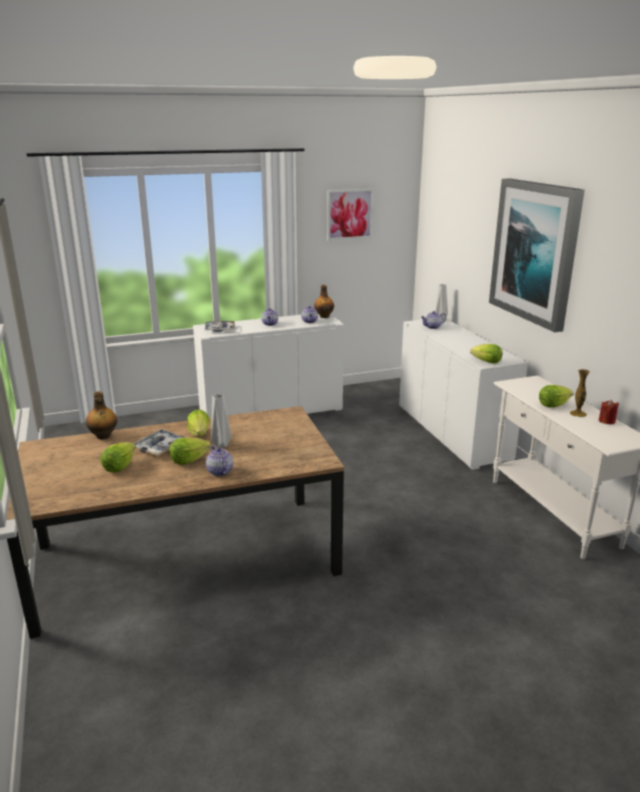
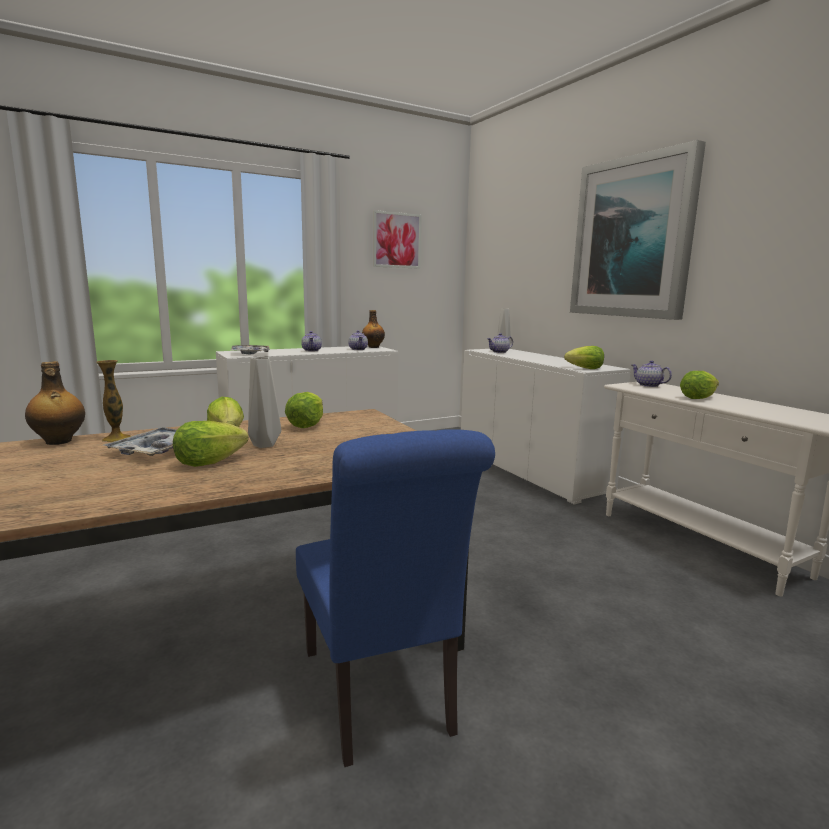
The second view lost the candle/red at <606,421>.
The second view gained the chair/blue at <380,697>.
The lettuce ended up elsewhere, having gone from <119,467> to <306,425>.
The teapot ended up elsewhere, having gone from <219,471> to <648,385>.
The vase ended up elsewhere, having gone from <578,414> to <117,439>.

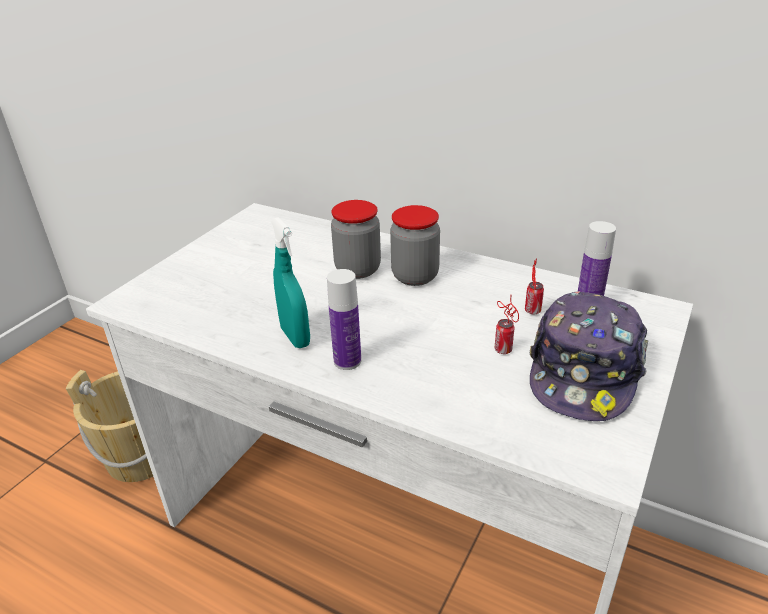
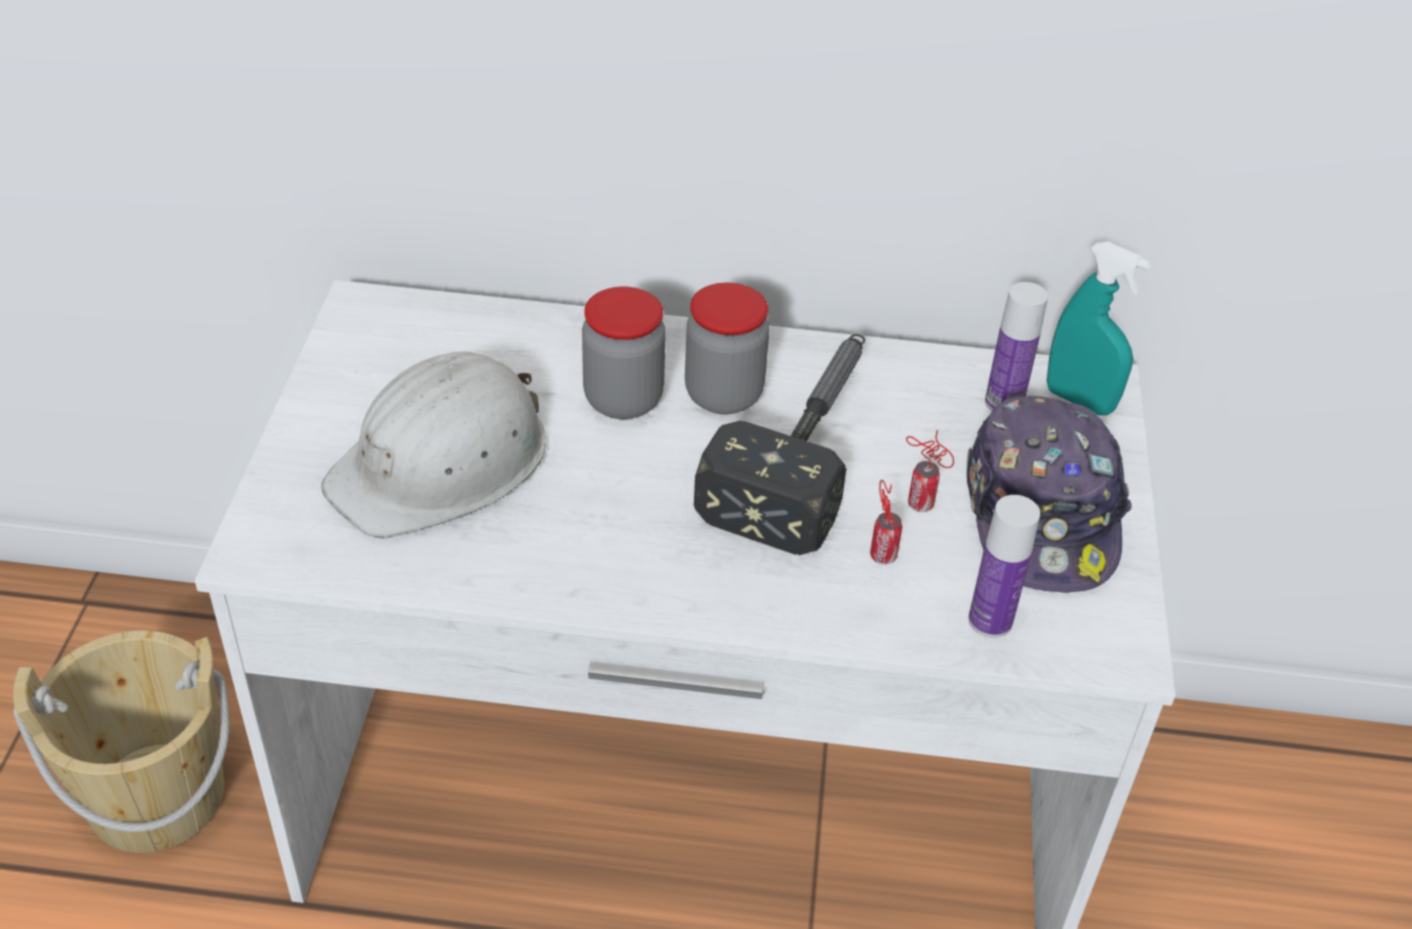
The second view gained the hard hat/white at <443,462>.
The second view gained the hammer at <806,447>.
The spray bottle/turquoise ended up elsewhere, having gone from <295,337> to <1079,400>.
The bottle ended up elsewhere, having gone from <347,361> to <990,621>.
The can ended up elsewhere, having gone from <532,312> to <884,559>.

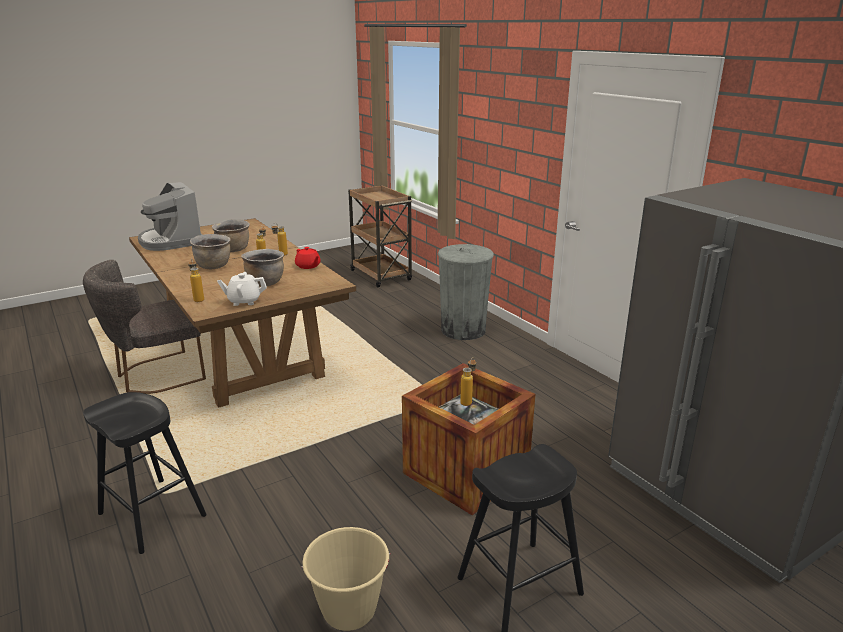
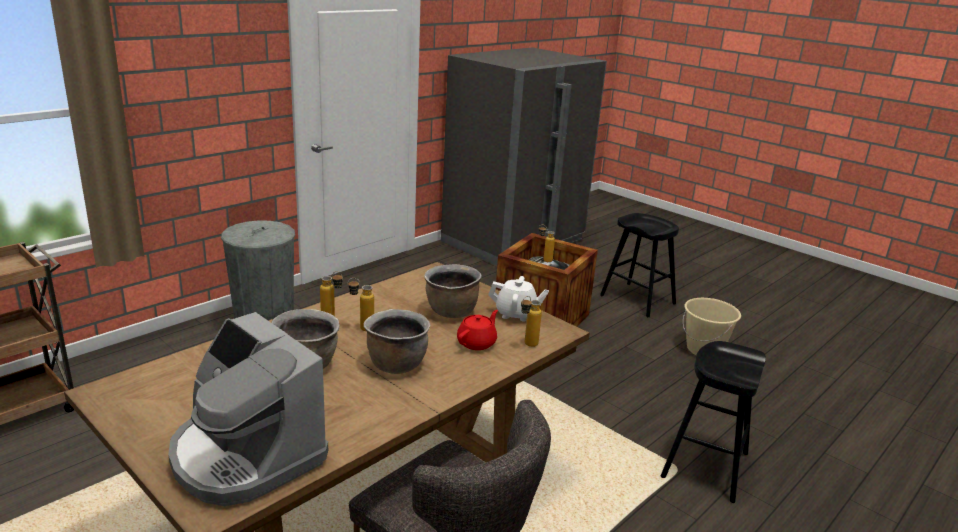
The teapot/red ended up elsewhere, having gone from <308,266> to <477,343>.
The coffee machine at <171,241> ended up facing another way, 90 degrees clockwise from before.
The teapot/white at <244,301> ended up facing another way, 60 degrees counterclockwise from before.

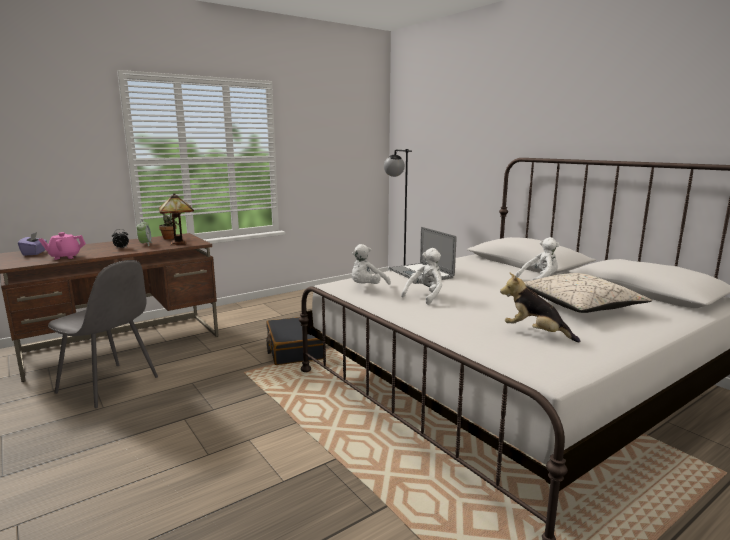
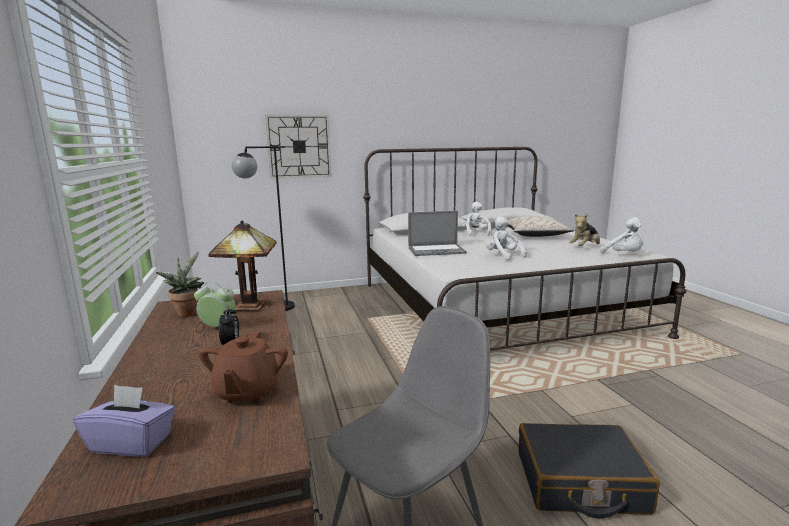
The second view gained the wall clock at <299,146>.
The suitcase/black ended up elsewhere, having gone from <294,350> to <580,483>.
The plush toy/white ended up elsewhere, having gone from <367,287> to <624,255>.
What was the teapot/pink at <65,257> turned into the teapot/brown at <247,392>.

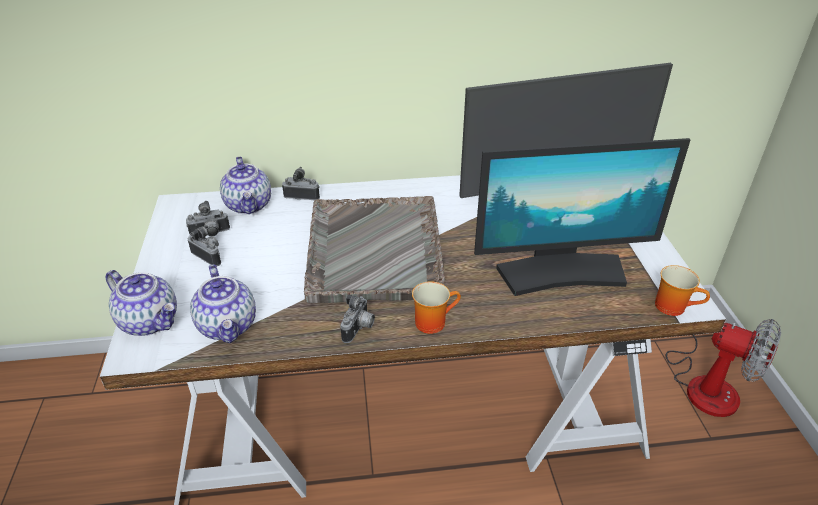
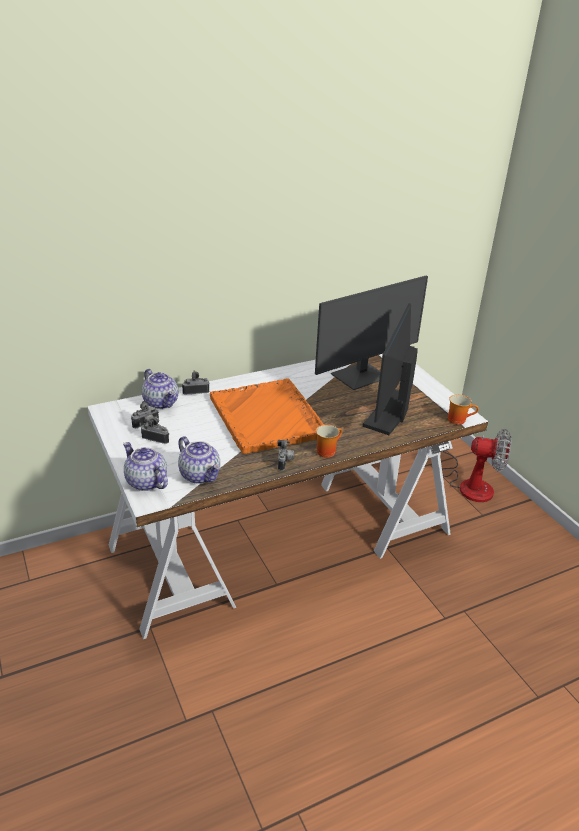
What was the tray/grey at <374,251> turned into the tray/orange at <267,417>.
The teapot at <150,321> ended up facing another way, 150 degrees counterclockwise from before.
The monitor at <561,272> ended up facing another way, 135 degrees clockwise from before.

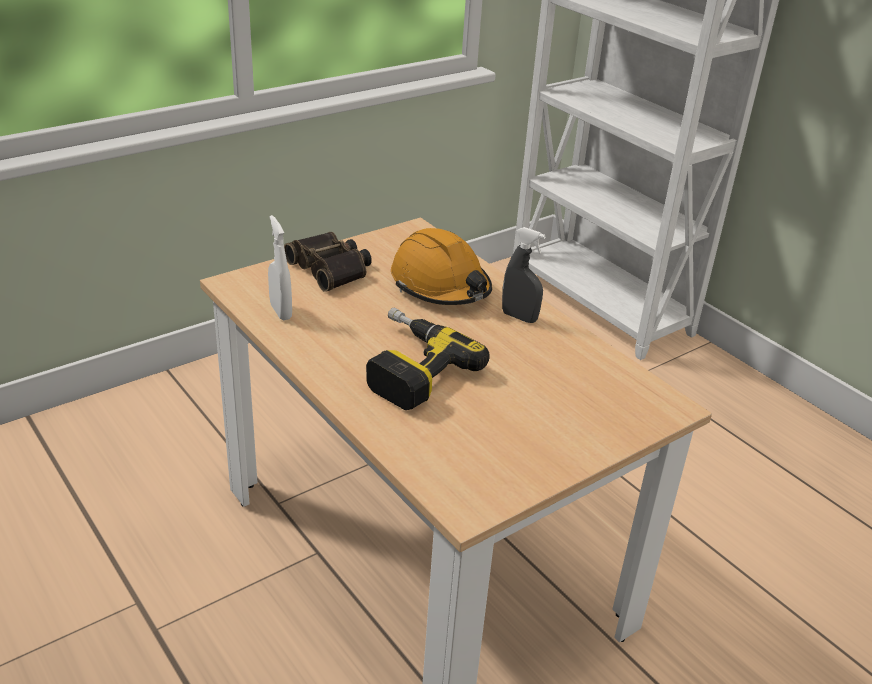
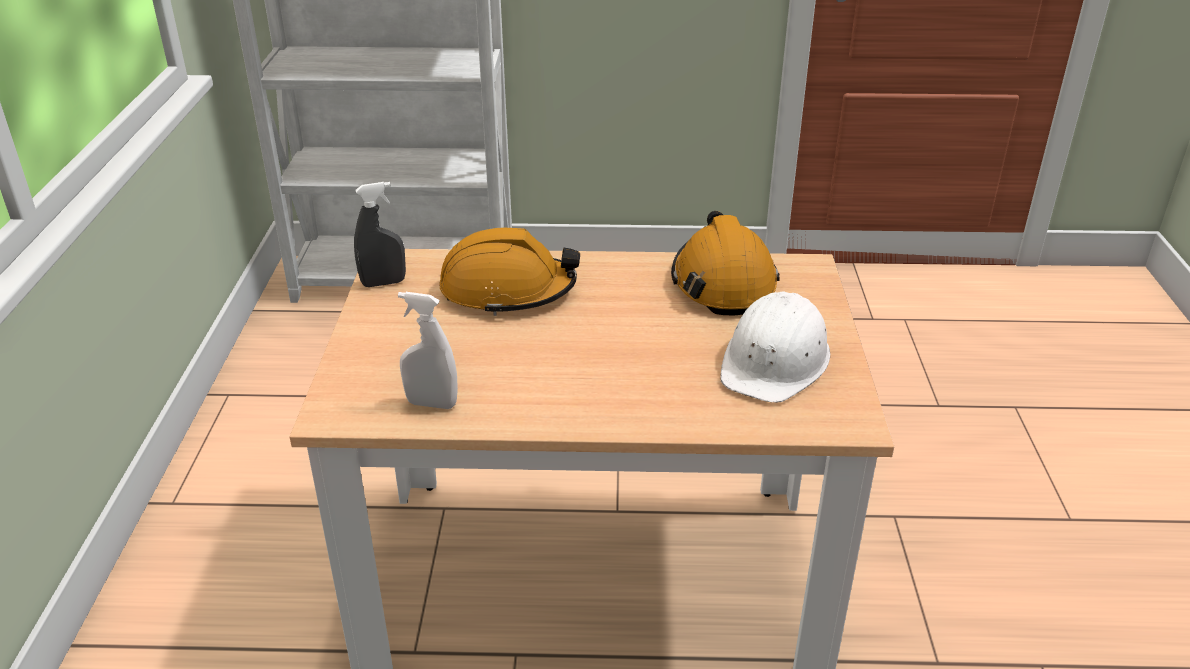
The second view lost the binoculars at <331,269>.
The second view lost the power drill at <408,367>.
The second view gained the hard hat/orange at <723,282>.
The second view gained the hard hat/white at <775,360>.
The spray bottle/grey ended up elsewhere, having gone from <519,317> to <383,283>.

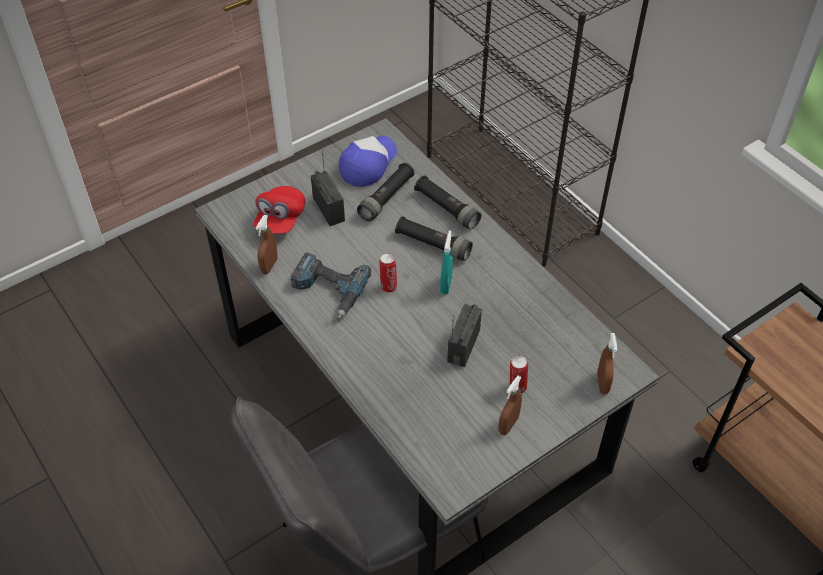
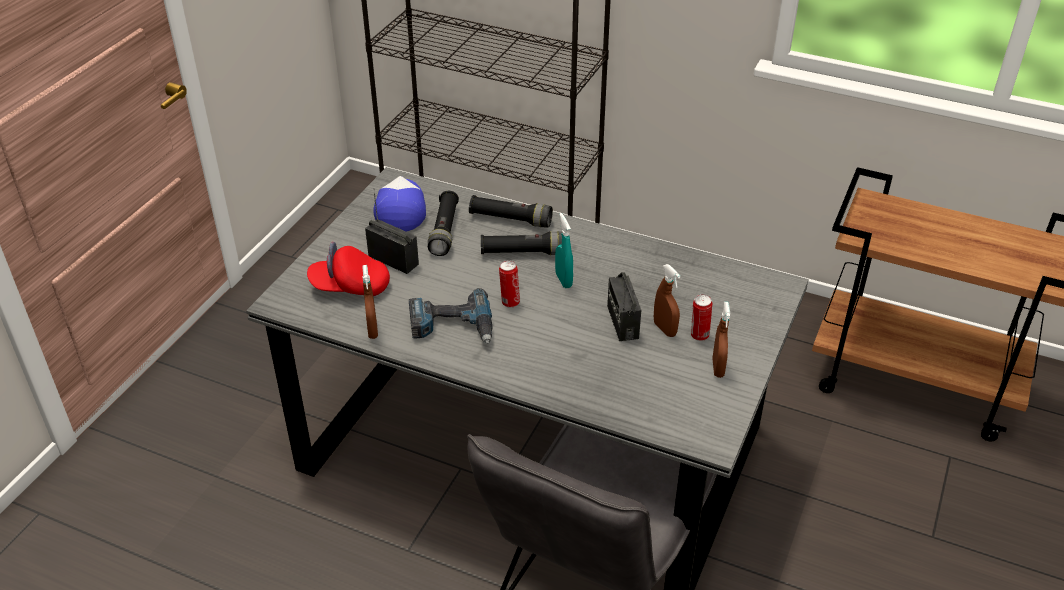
The spray bottle/brown ended up elsewhere, having gone from <602,383> to <664,329>.
The cap/red at <280,220> ended up facing another way, 105 degrees clockwise from before.

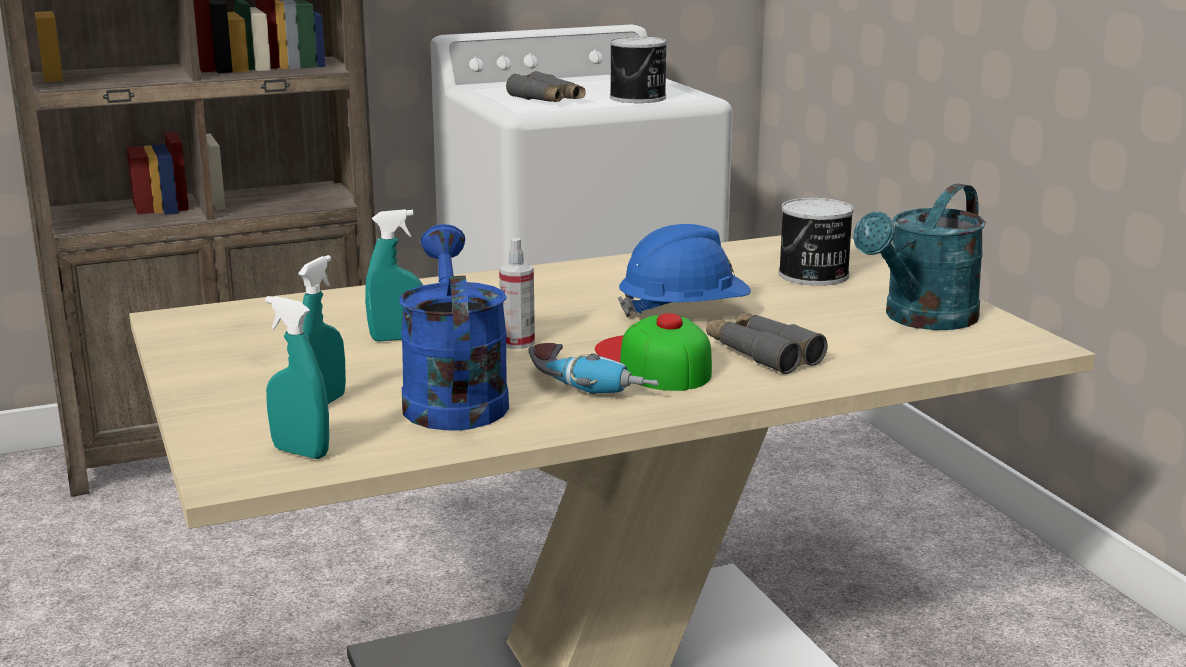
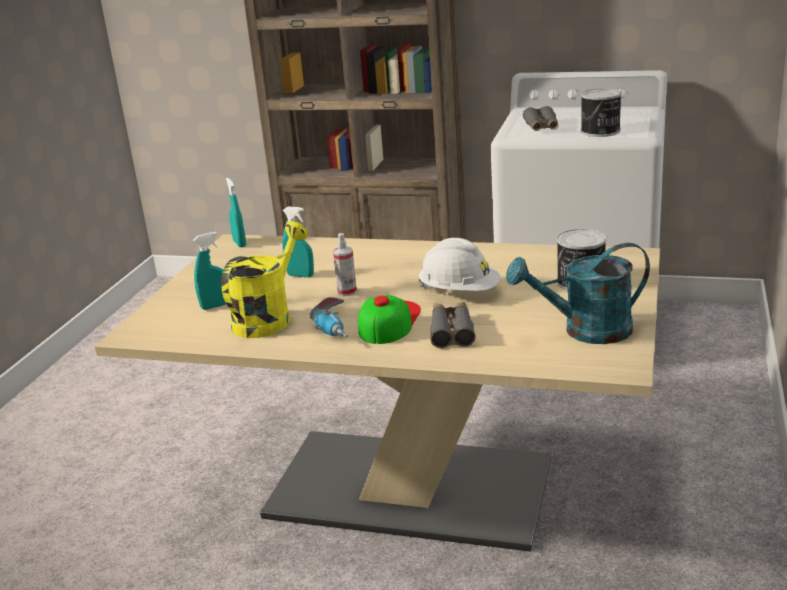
The spray bottle/turquoise ended up elsewhere, having gone from <300,452> to <239,243>.
What was the watering can/blue at <452,398> turned into the watering can/yellow at <268,318>.
What was the hard hat/blue at <684,312> turned into the hard hat/white at <459,292>.

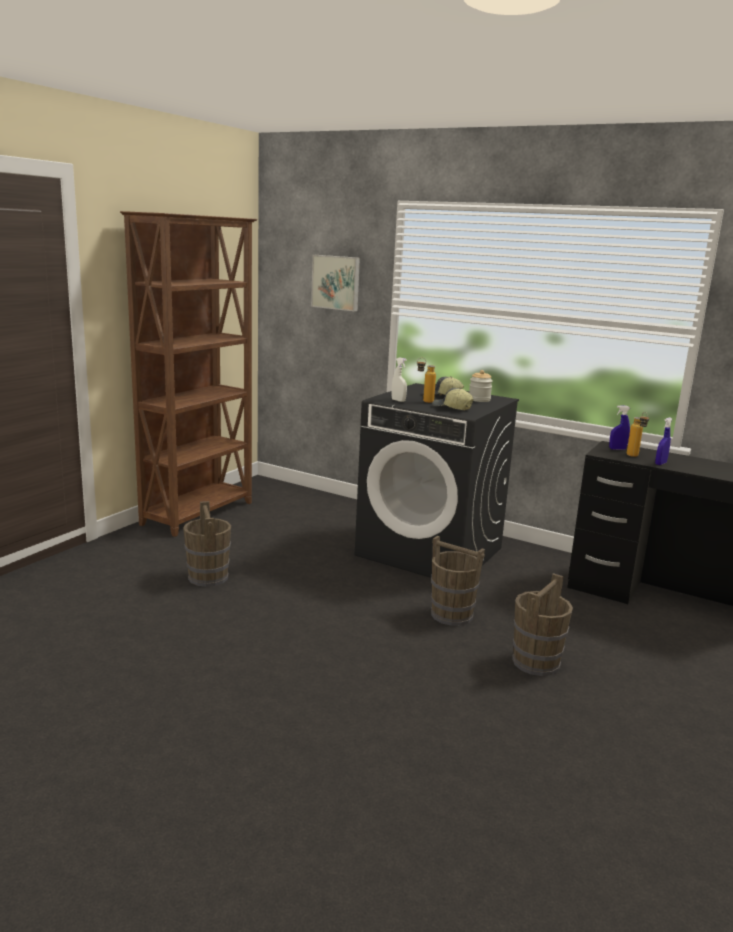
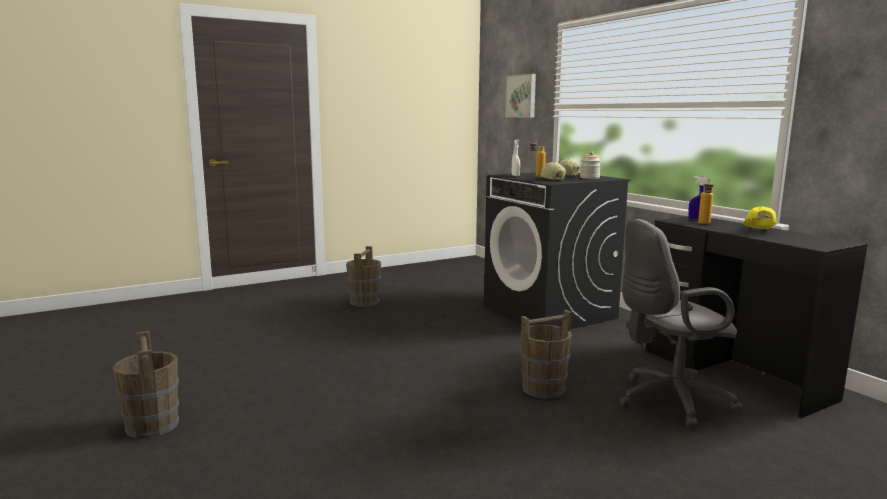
The second view lost the bookcase/brown at <199,513>.
The second view lost the spray bottle/blue at <660,463>.
The second view gained the office chair/grey at <668,401>.
The second view gained the cap/yellow at <758,231>.
The bucket/brown ended up elsewhere, having gone from <452,615> to <152,426>.

